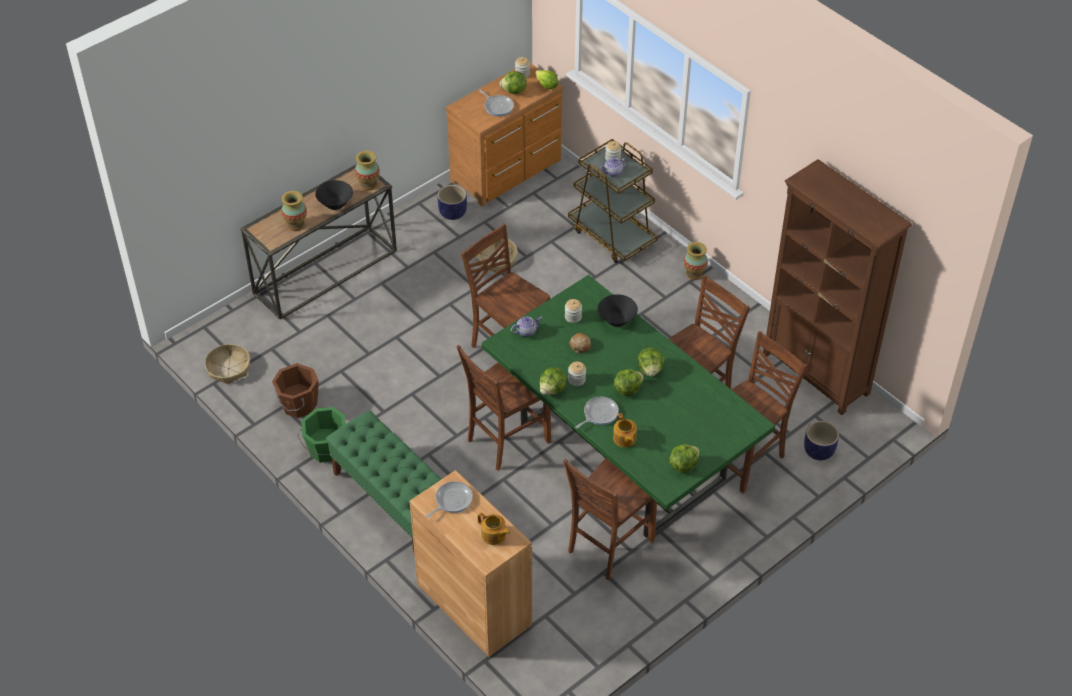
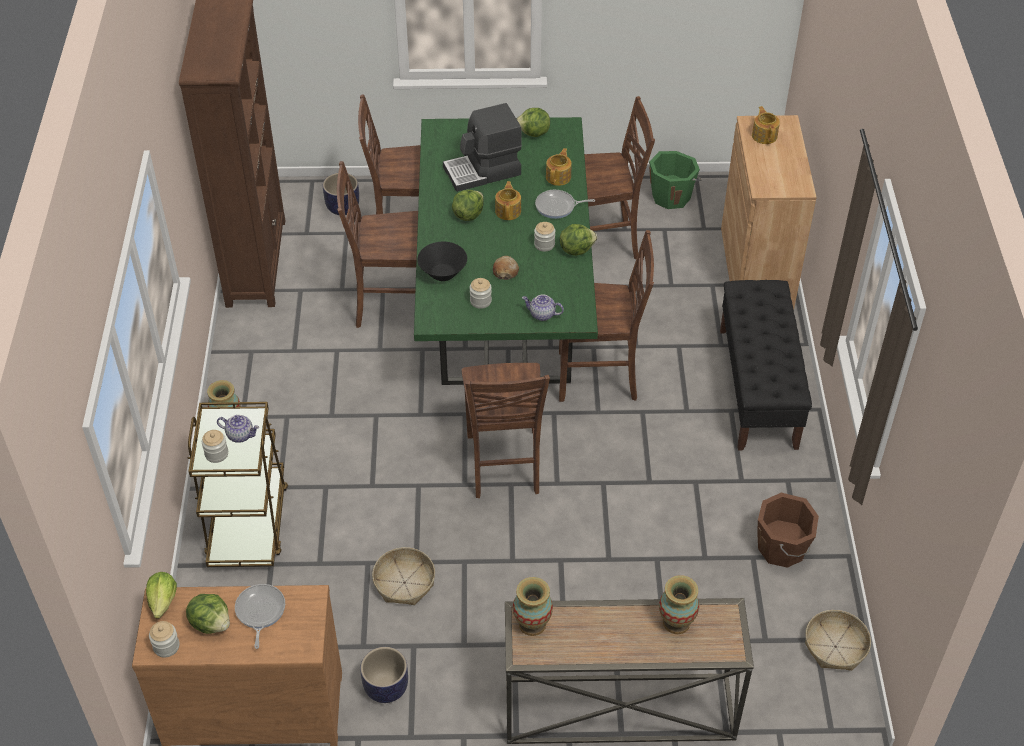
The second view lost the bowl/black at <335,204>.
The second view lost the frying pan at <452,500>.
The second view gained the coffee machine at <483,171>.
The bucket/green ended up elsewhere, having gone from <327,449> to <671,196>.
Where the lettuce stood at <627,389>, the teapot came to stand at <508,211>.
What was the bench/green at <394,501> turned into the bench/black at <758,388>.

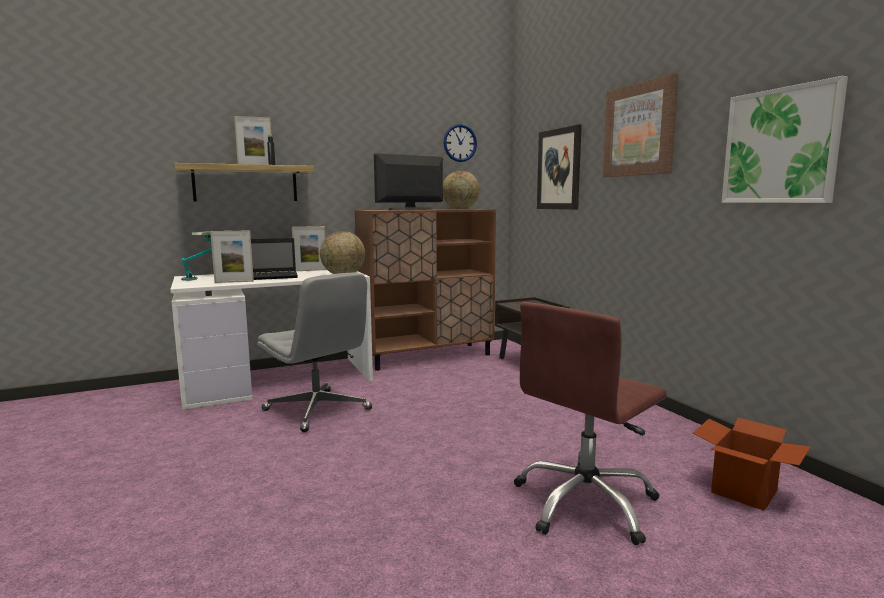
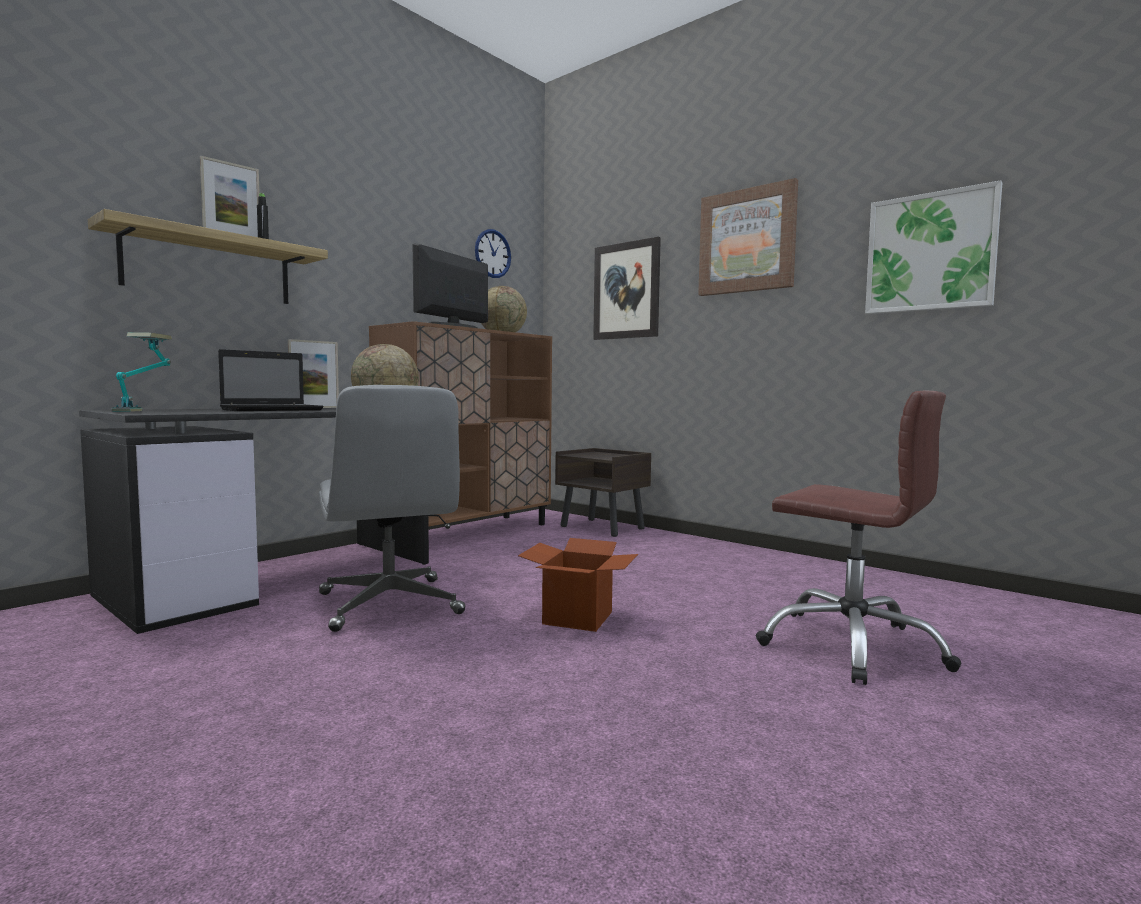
The second view lost the picture frame at <234,282>.
The cardboard box ended up elsewhere, having gone from <743,491> to <577,618>.
What was the desk/white at <279,380> turned into the desk/black at <276,577>.
The office chair/grey at <318,410> ended up facing another way, 45 degrees clockwise from before.
The office chair/brown at <586,503> ended up facing another way, 75 degrees counterclockwise from before.

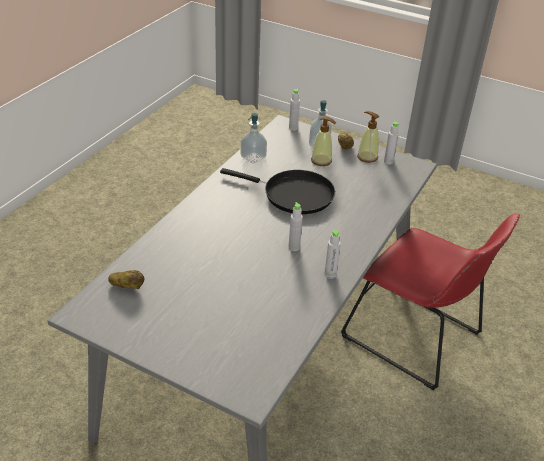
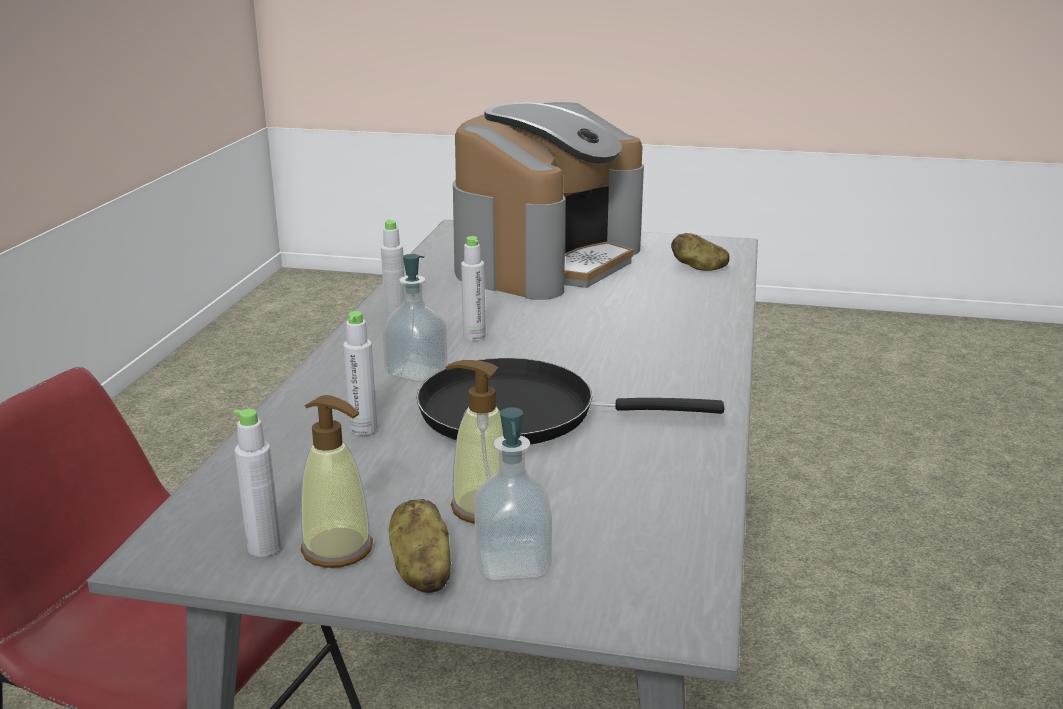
The second view gained the coffee machine at <546,261>.
The soap dispenser ended up elsewhere, having gone from <253,157> to <416,372>.
The bottle/grey ended up elsewhere, having gone from <293,128> to <363,429>.

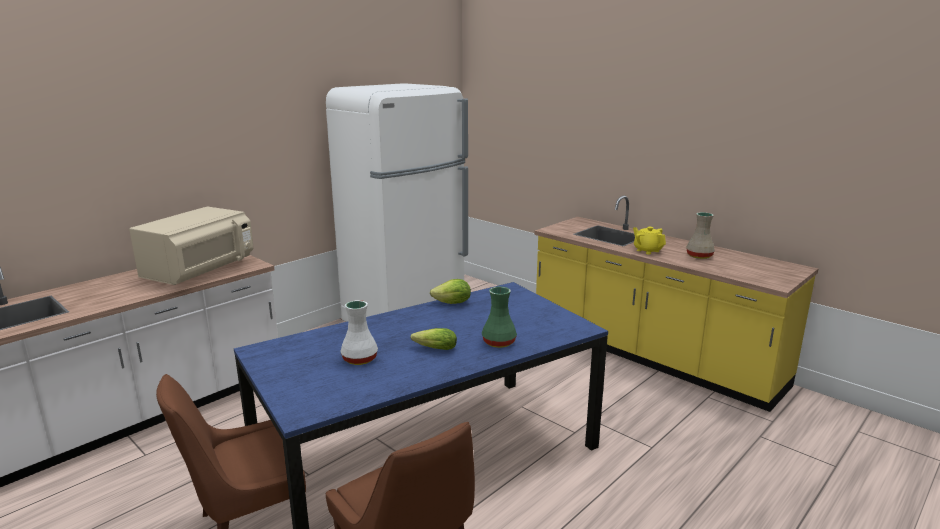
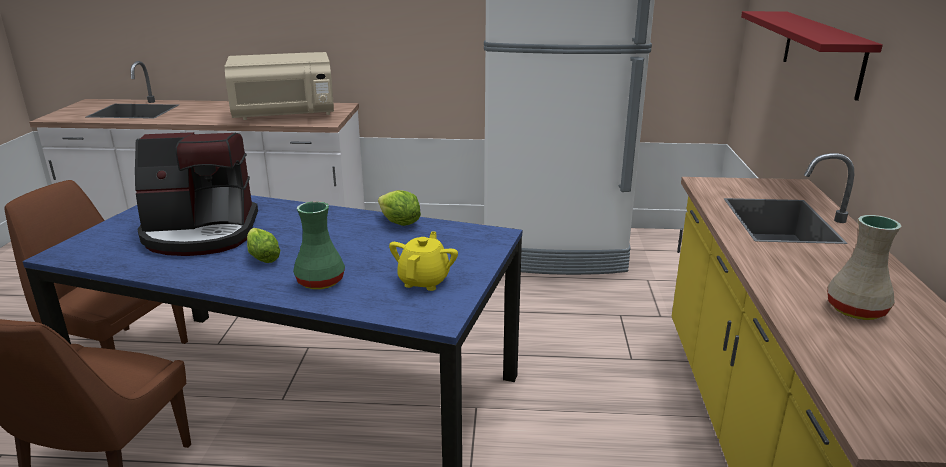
The second view gained the shelf/red at <822,52>.
The teapot/yellow ended up elsewhere, having gone from <647,250> to <424,281>.
Where the vase/white stood at <359,359>, the coffee machine came to stand at <201,234>.

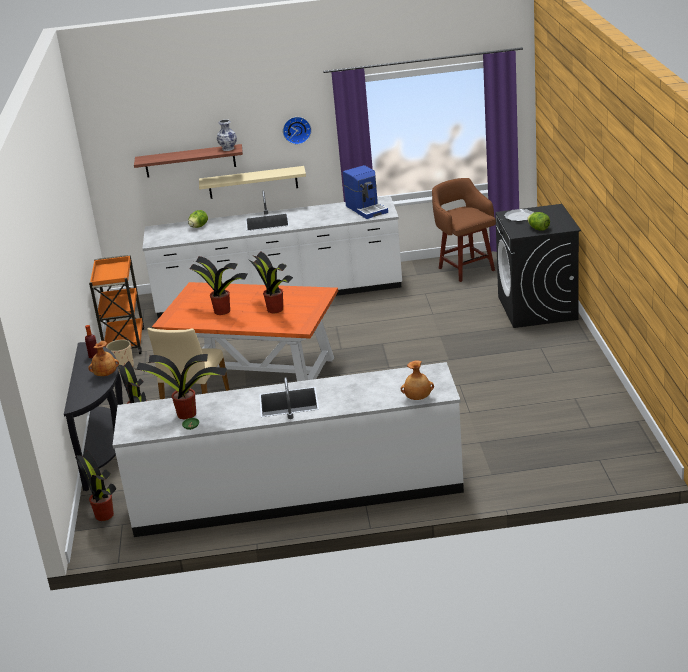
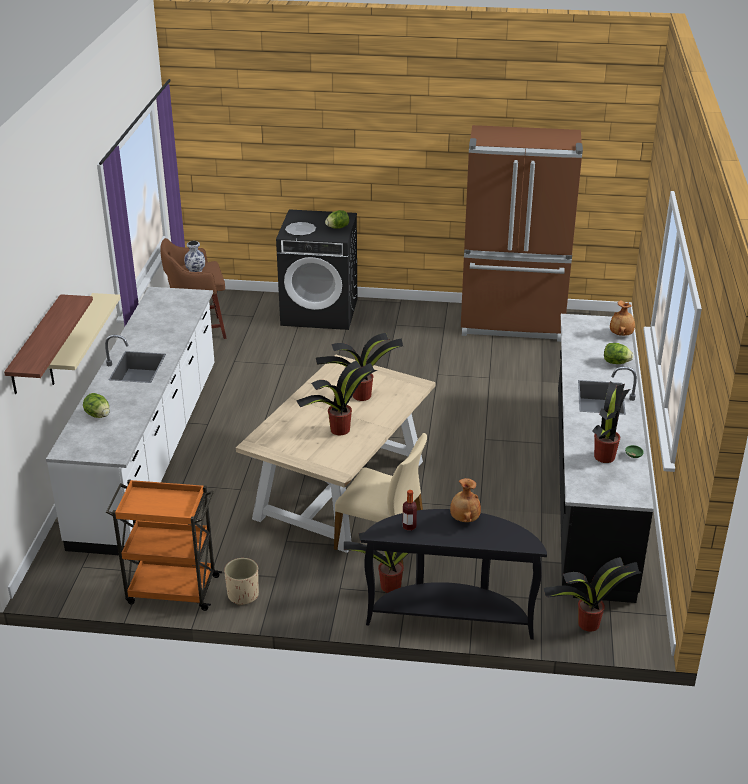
The second view lost the wall clock at <296,129>.
The second view lost the coffee machine at <367,209>.
The second view gained the fridge/brown at <512,324>.
The second view gained the lettuce at <616,362>.
The vase ended up elsewhere, having gone from <228,148> to <195,271>.
What was the counter/white at <297,493> turned into the counter/black at <590,488>.
What was the dining table/orange at <257,376> turned into the dining table/beige at <340,488>.

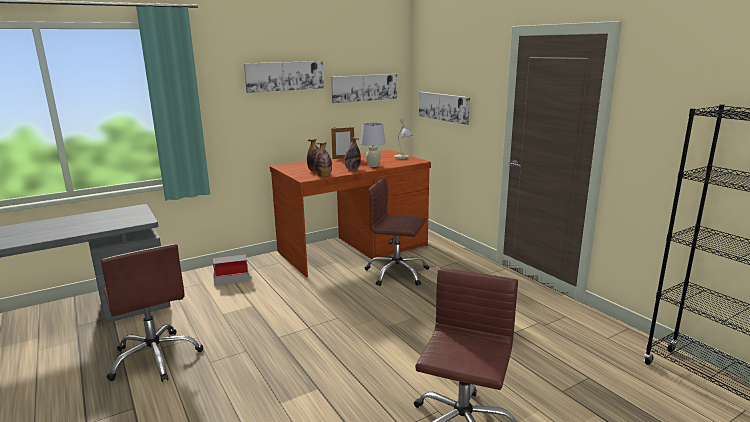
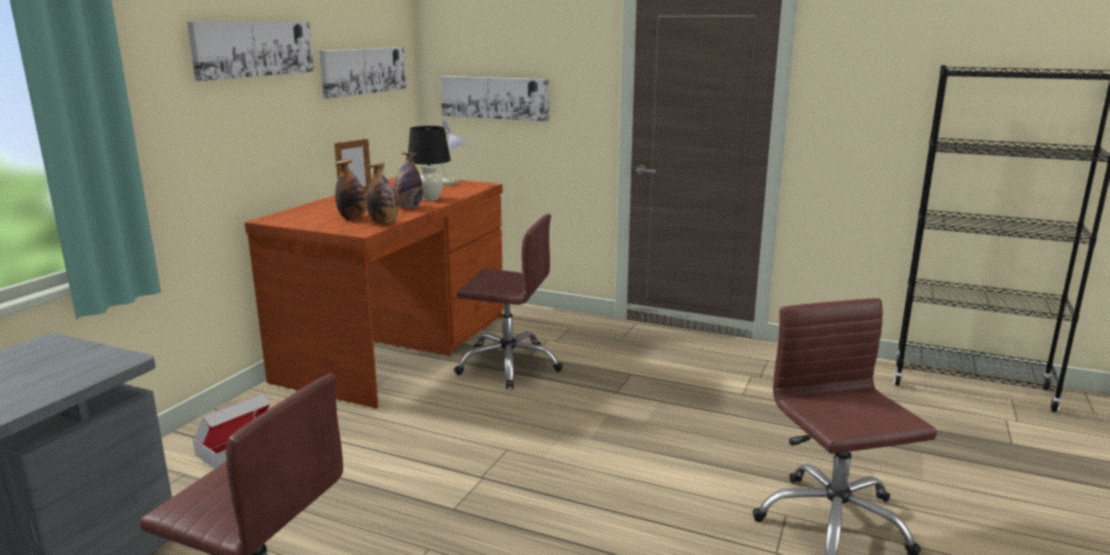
What was the table lamp/white at <373,166> turned into the table lamp/black at <431,199>.
The office chair/brown at <396,273> ended up facing another way, 150 degrees counterclockwise from before.

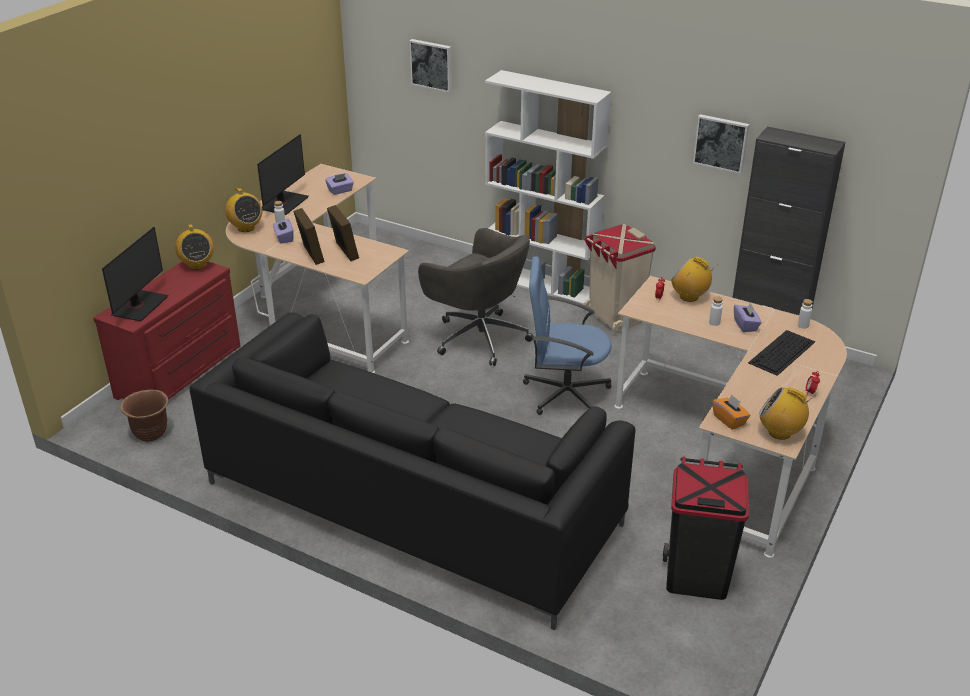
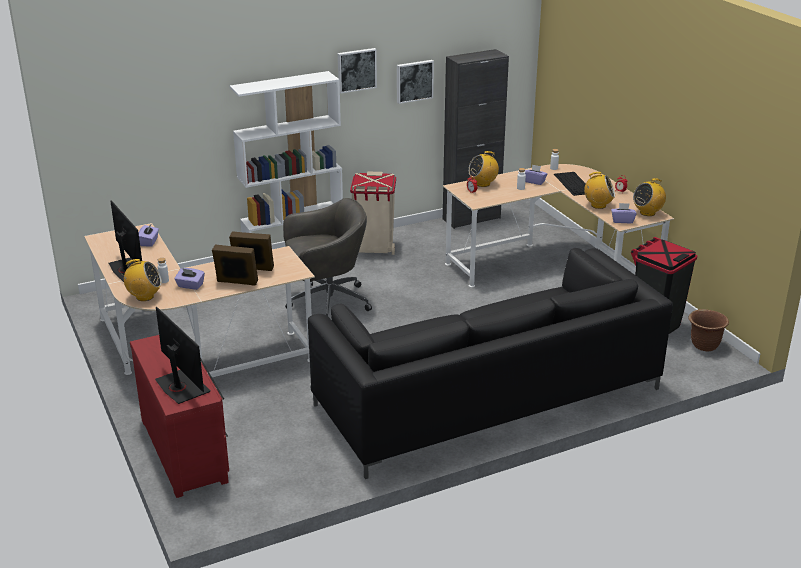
The second view lost the office chair/blue at <564,393>.
The planter/brown ended up elsewhere, having gone from <150,433> to <704,345>.
The radio ended up elsewhere, having gone from <197,265> to <598,205>.
The picture ended up elsewhere, having gone from <432,65> to <356,70>.
What was the tissue box/orange at <729,420> turned into the tissue box/purple at <622,220>.

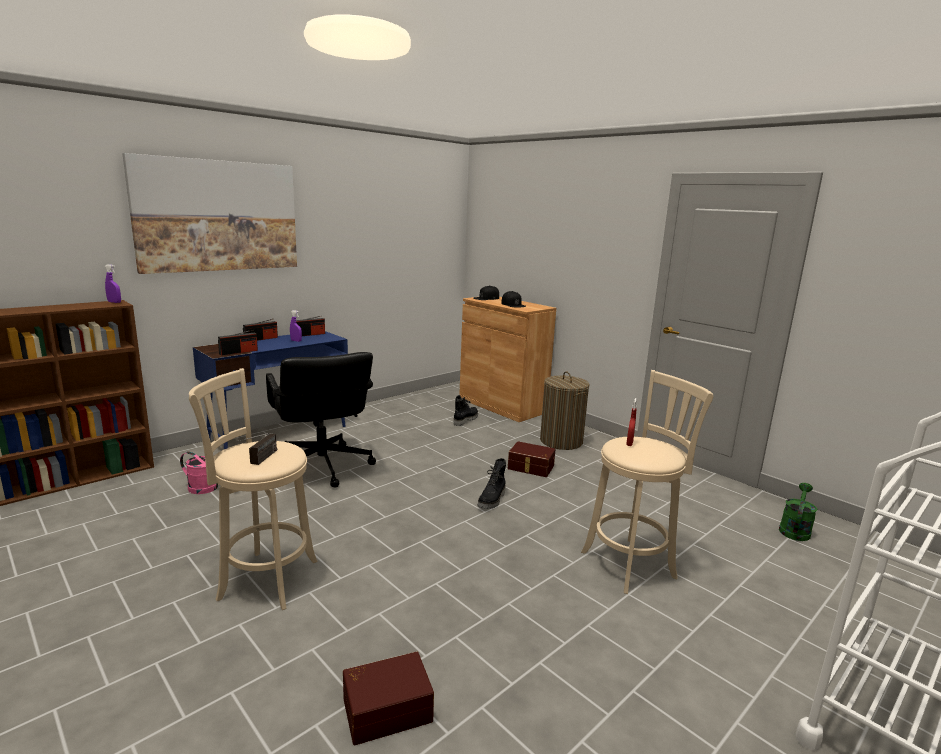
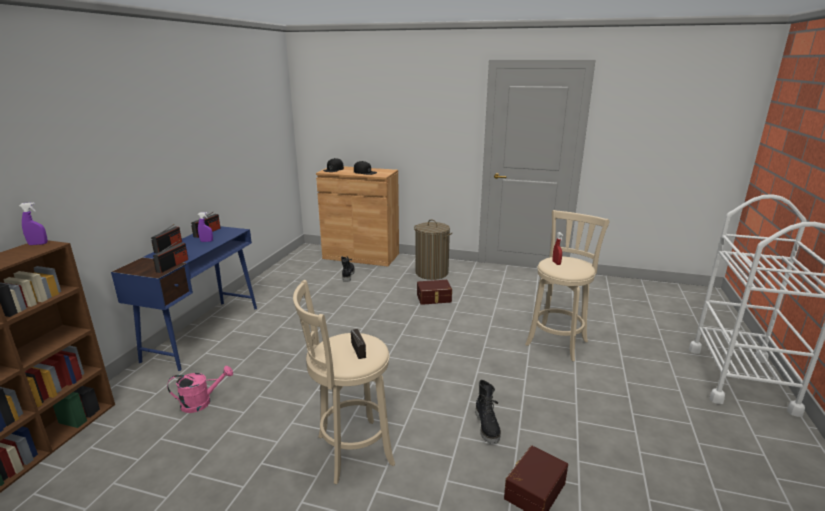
The second view lost the picture at <218,216>.
The second view lost the office chair/black at <322,467>.
The second view lost the watering can/green at <794,529>.
The boot/black ended up elsewhere, having gone from <492,500> to <487,427>.

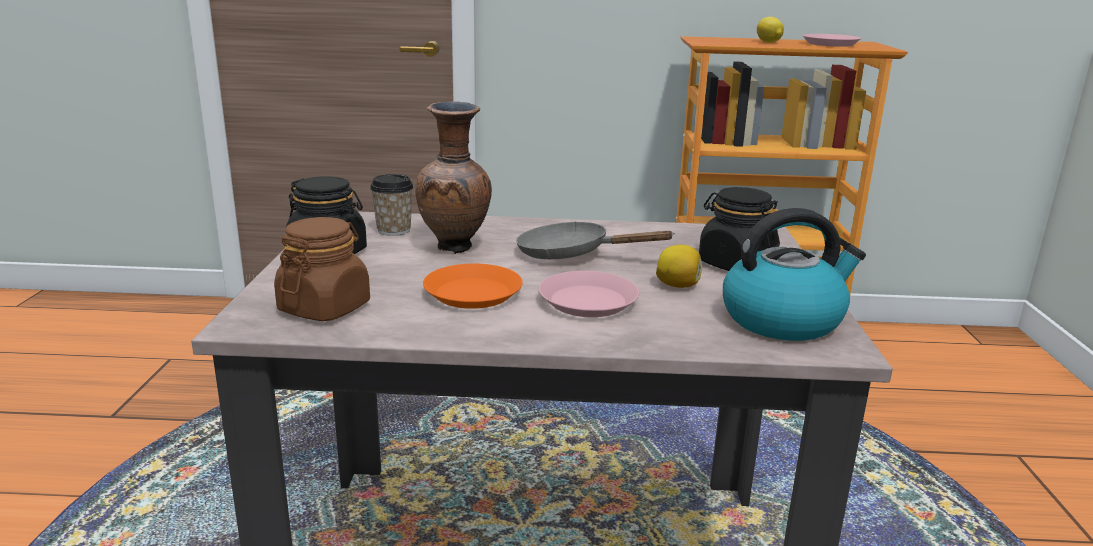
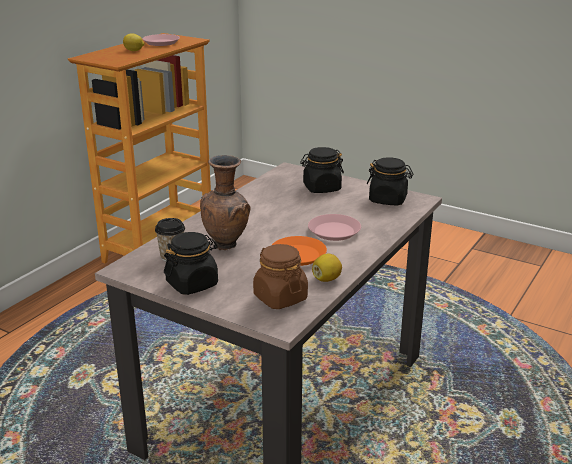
The second view lost the frying pan/grey at <572,254>.
The lemon ended up elsewhere, having gone from <678,285> to <327,279>.
Where the kettle stood at <783,319>, the jar/black came to stand at <388,200>.

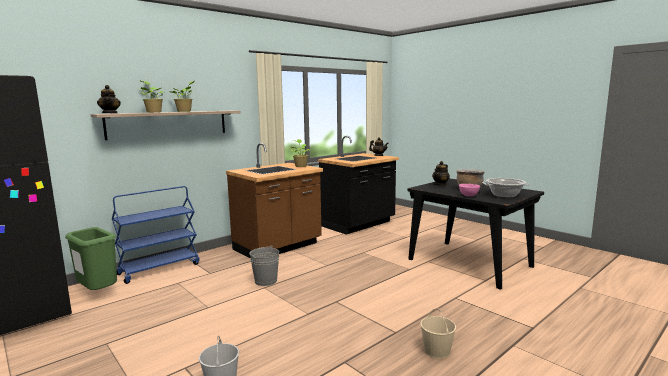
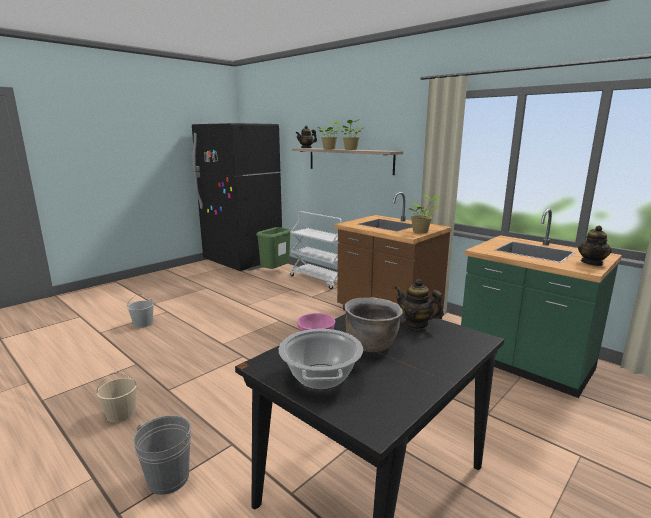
The bucket/grey ended up elsewhere, having gone from <266,281> to <168,478>.
What was the cart/blue at <159,268> turned into the cart/white at <319,279>.
What was the counter/black at <358,224> turned into the counter/green at <524,365>.

